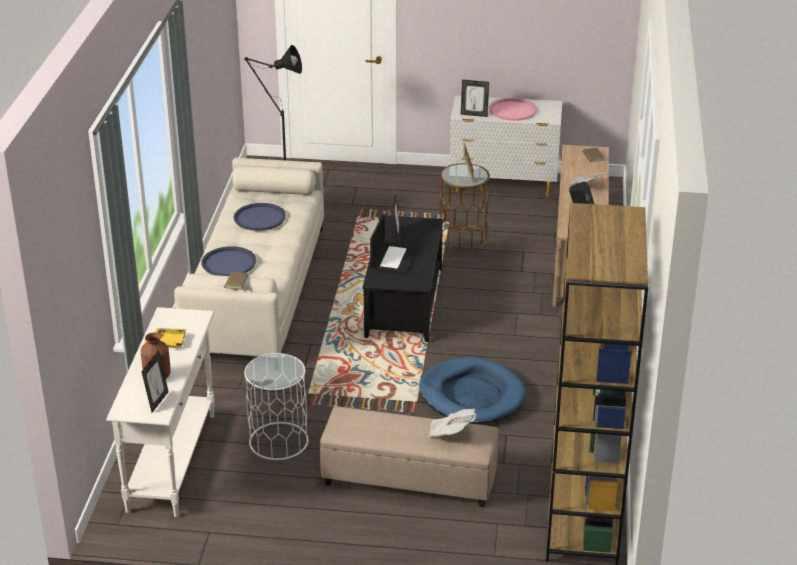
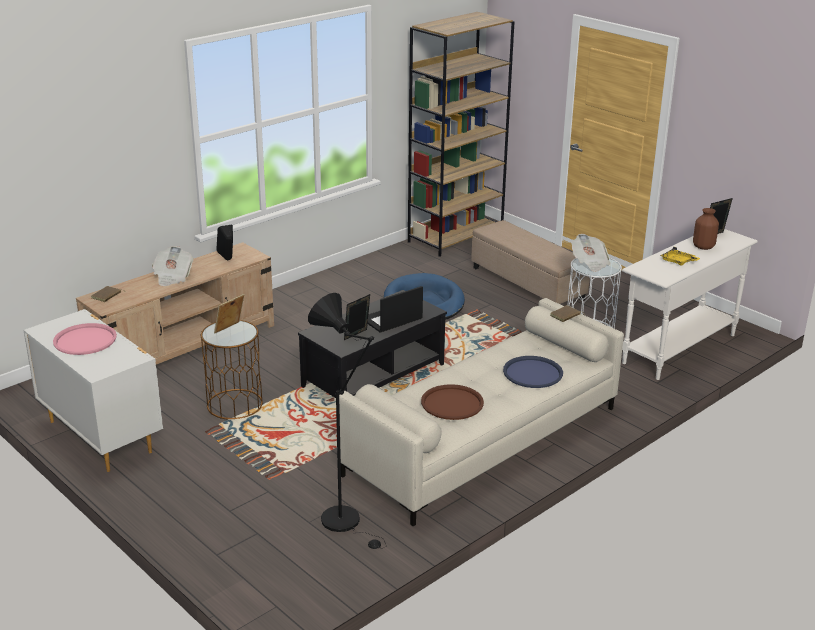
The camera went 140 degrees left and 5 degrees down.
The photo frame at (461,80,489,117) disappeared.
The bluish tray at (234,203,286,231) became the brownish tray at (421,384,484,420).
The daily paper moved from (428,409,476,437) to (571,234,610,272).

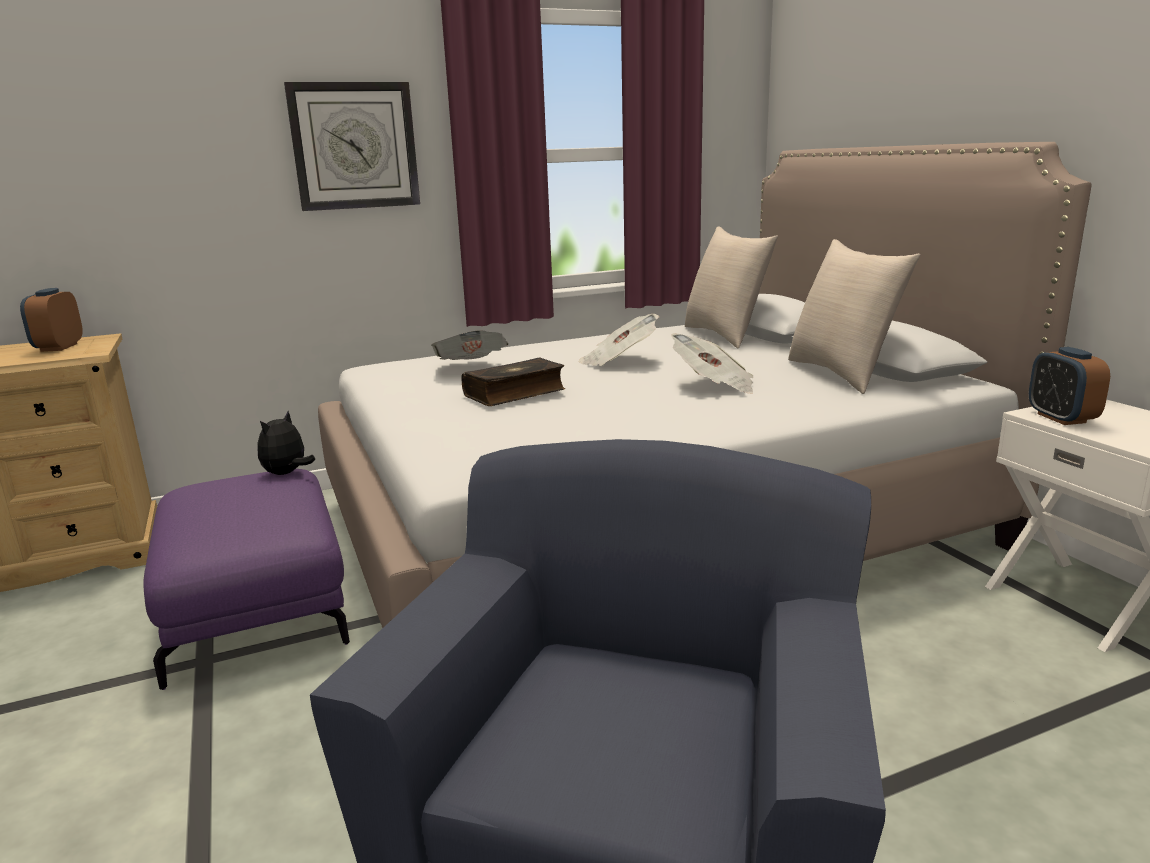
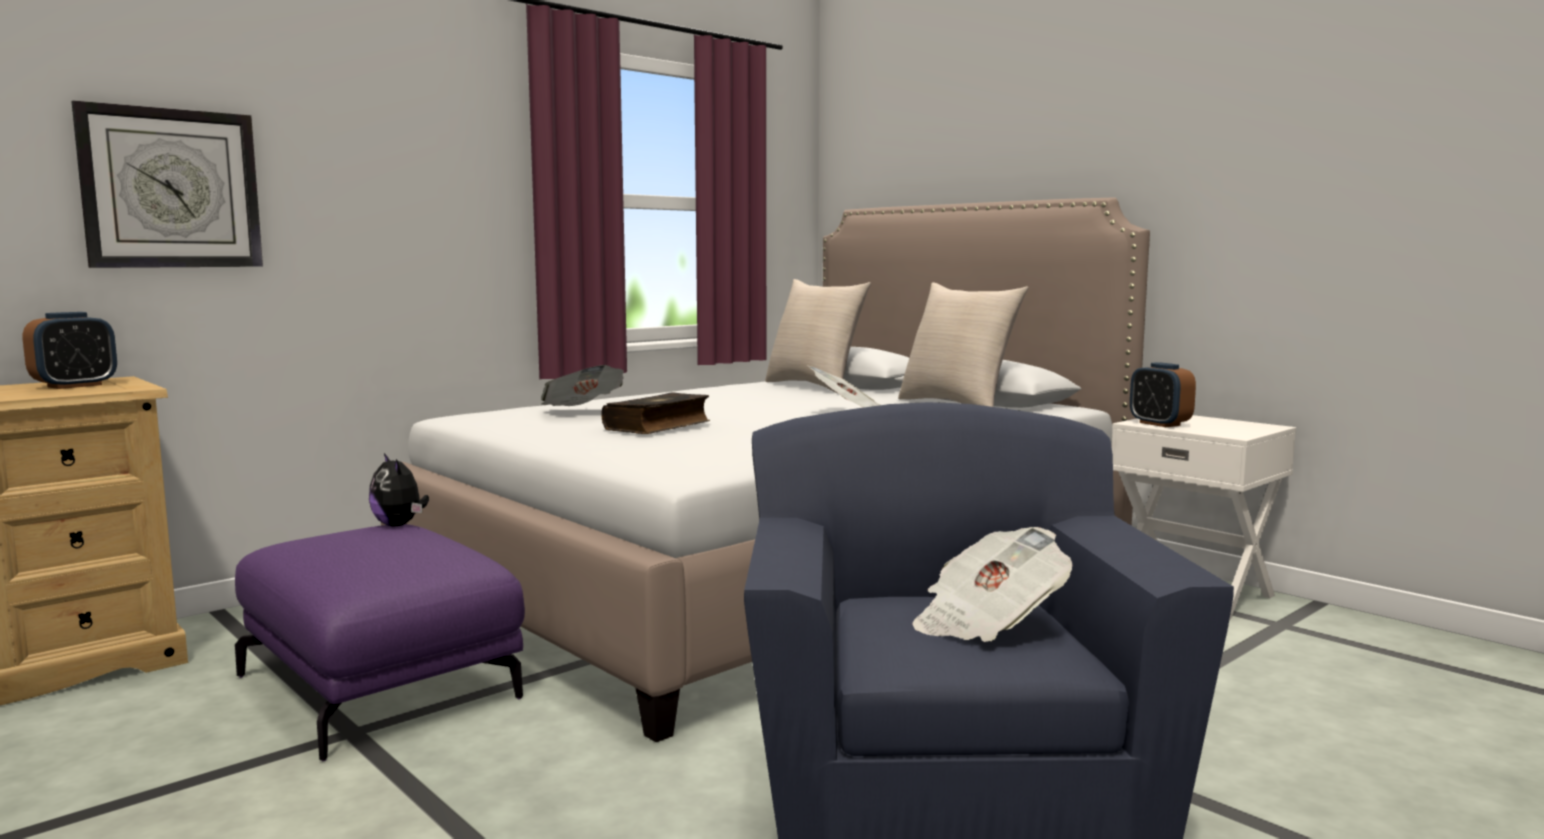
The camera went 20 degrees left and 10 degrees down.
The hanging clock moved from (284,82,420,211) to (72,100,263,268).
The bedside clock at (20,288,83,352) turned 120 degrees counterclockwise.
The daily paper moved from (579,314,659,366) to (912,527,1072,642).
The cuddly toy at (257,411,315,475) turned 45 degrees counterclockwise.

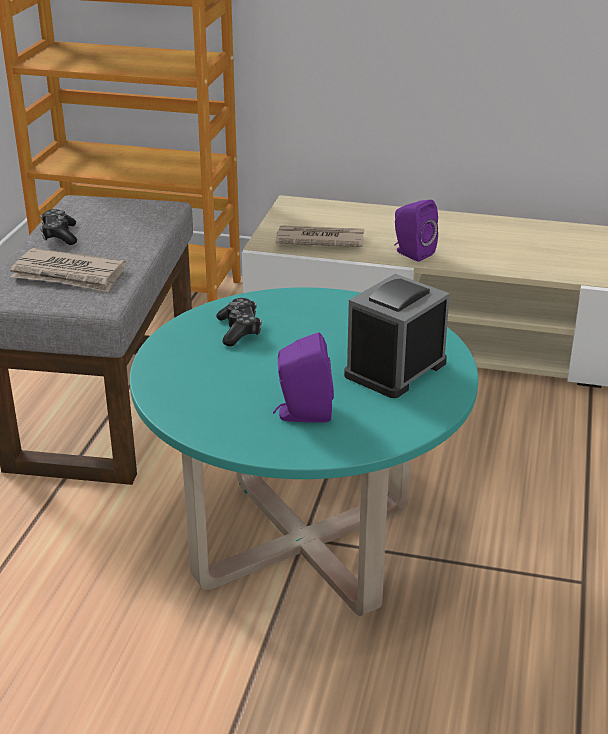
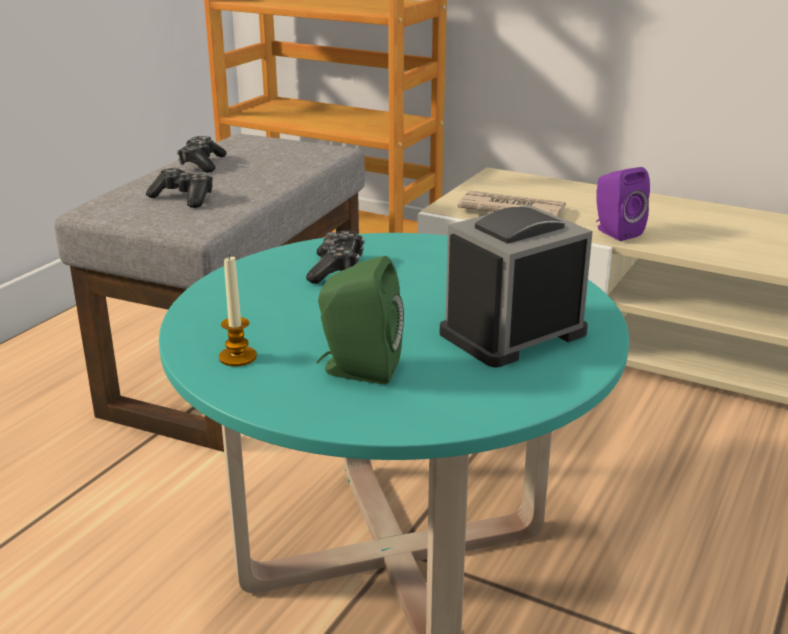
The camera went 15 degrees right and 5 degrees down.
The daily paper at (10,248,126,292) was replaced by the gamepad at (146,168,213,208).
The purple-coloured loudspeaker at (273,332,334,423) became the greenish loudspeaker at (316,256,404,384).
The wax light at (219,255,257,366) appeared.

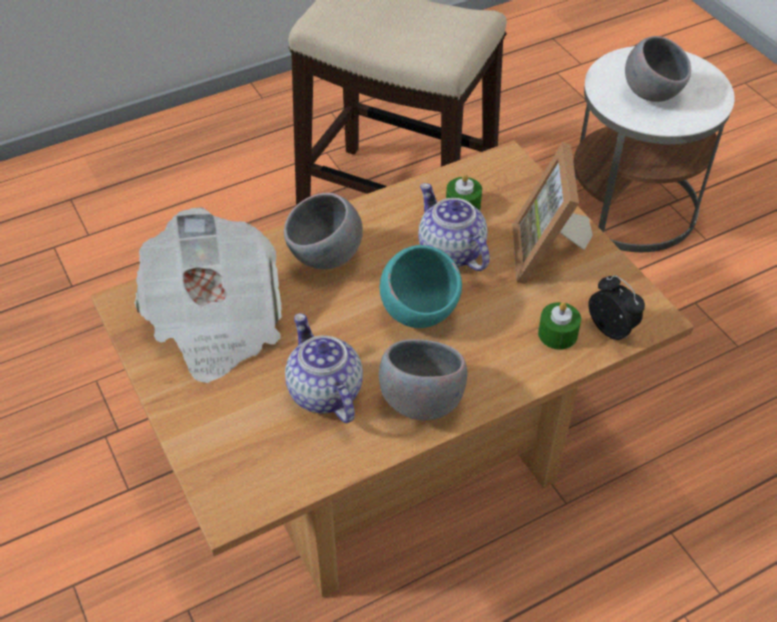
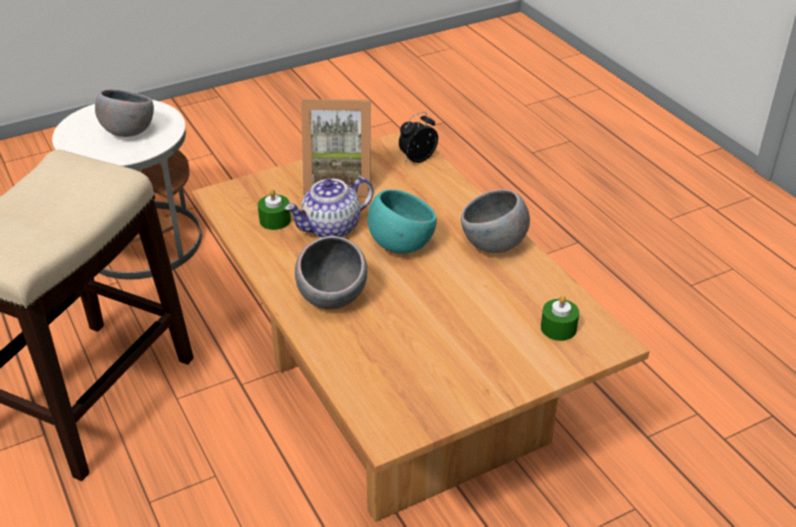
The camera went 90 degrees left and 10 degrees down.
The daily paper at (134,208,282,383) disappeared.
The greenish wax light moved from (538,302,581,350) to (541,295,579,341).
The teapot at (285,313,363,423) disappeared.

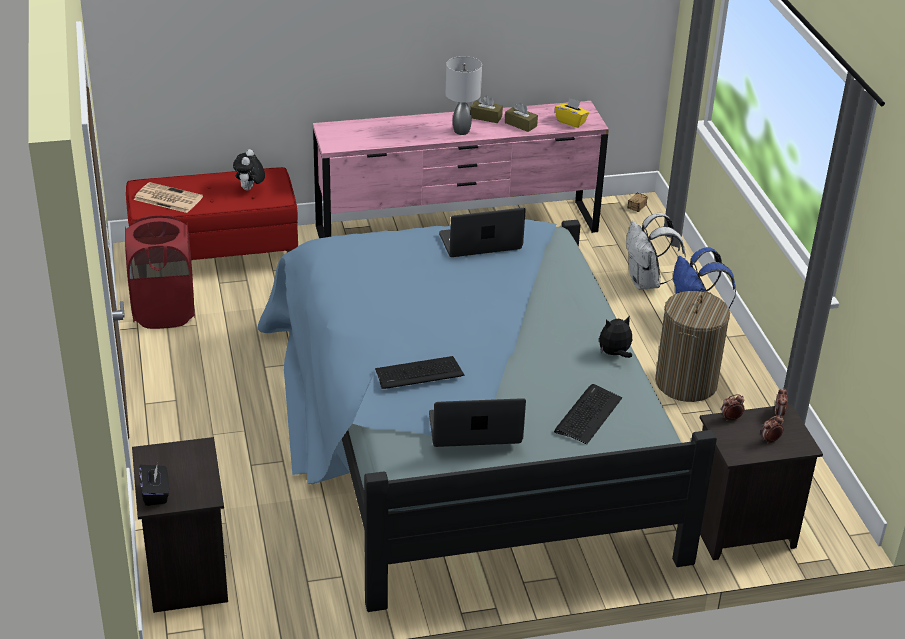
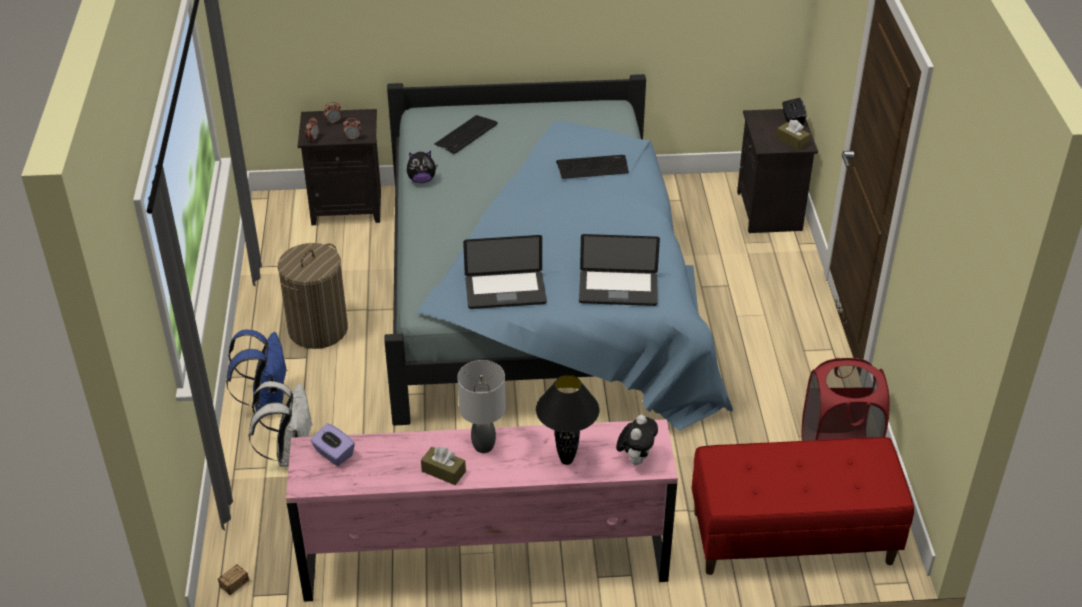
The camera went 170 degrees left and 5 degrees up.
The yellow-coloured tissue holder at (555,98,589,128) became the purple-coloured tissue holder at (310,423,355,466).
The brownish tissue holder moved from (505,103,538,132) to (776,120,810,150).
The cuddly toy moved from (233,149,265,191) to (616,415,658,465).
The daily paper at (134,182,203,213) disappeared.
The portable computer moved from (429,398,526,447) to (579,234,660,306).
The black-coloured table lamp at (536,375,600,465) appeared.

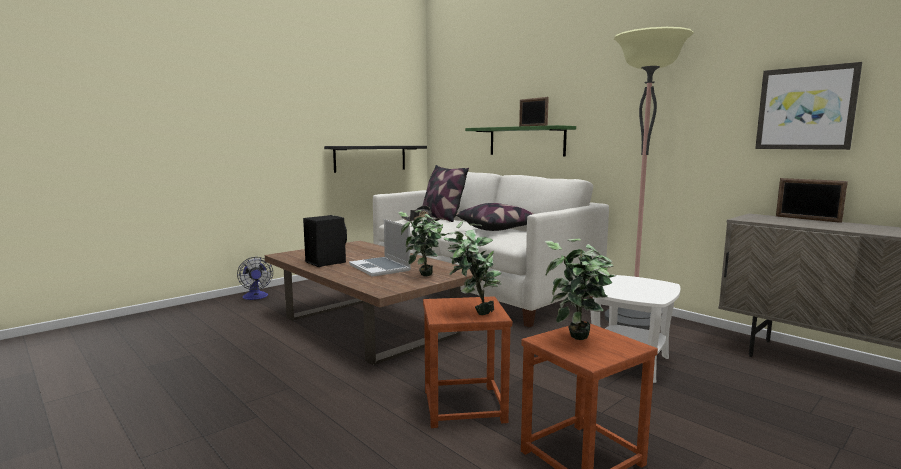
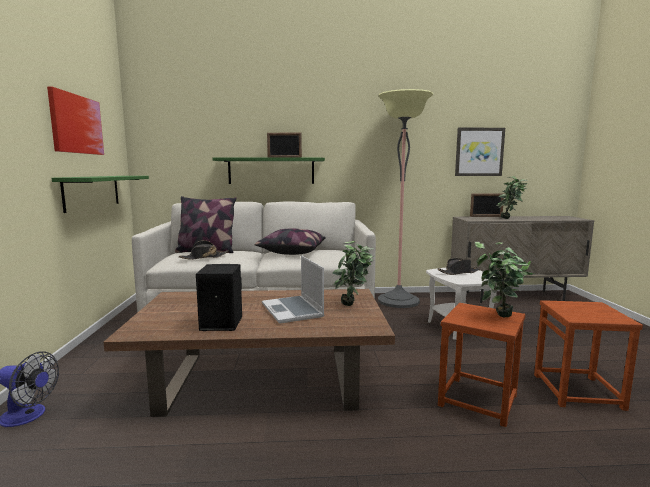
The camera went 50 degrees left and 0 degrees up.
The black-coloured wall shelf at (324,146,427,173) became the greenish wall shelf at (52,176,149,213).
The portable computer at (349,219,411,277) turned 60 degrees clockwise.
The potted plant moved from (545,238,615,340) to (496,176,528,219).
The wall picture at (47,87,104,155) appeared.
The black-coloured wearable hat at (437,258,480,275) appeared.

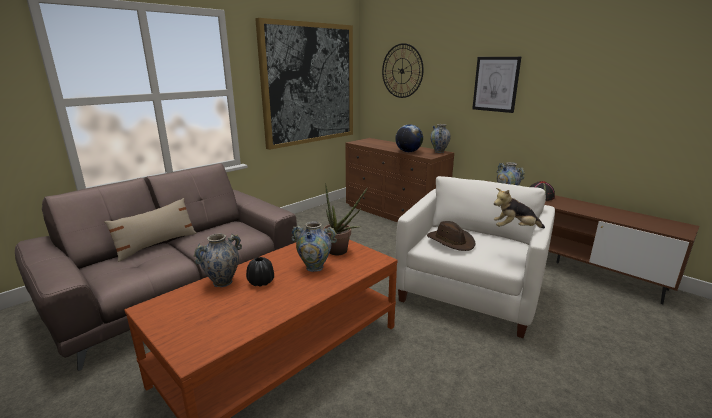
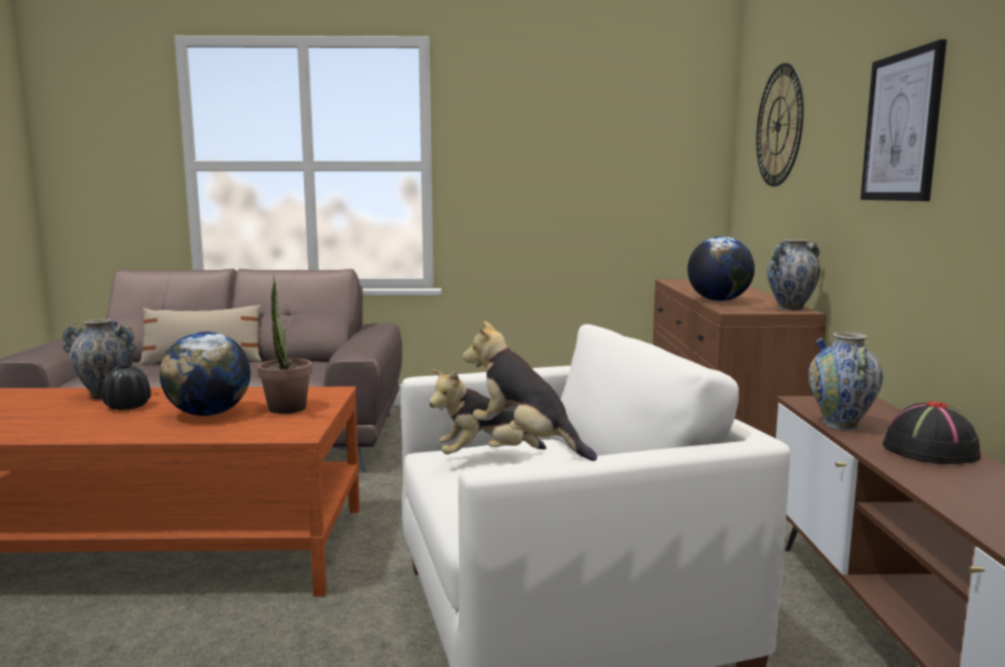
The camera went 45 degrees right and 10 degrees down.
The wall picture at (255,18,353,150) disappeared.
The flower vase at (291,221,337,272) was replaced by the desk globe at (160,331,250,416).
The brownish wearable hat at (427,221,475,251) was replaced by the cuddly toy at (429,369,546,454).

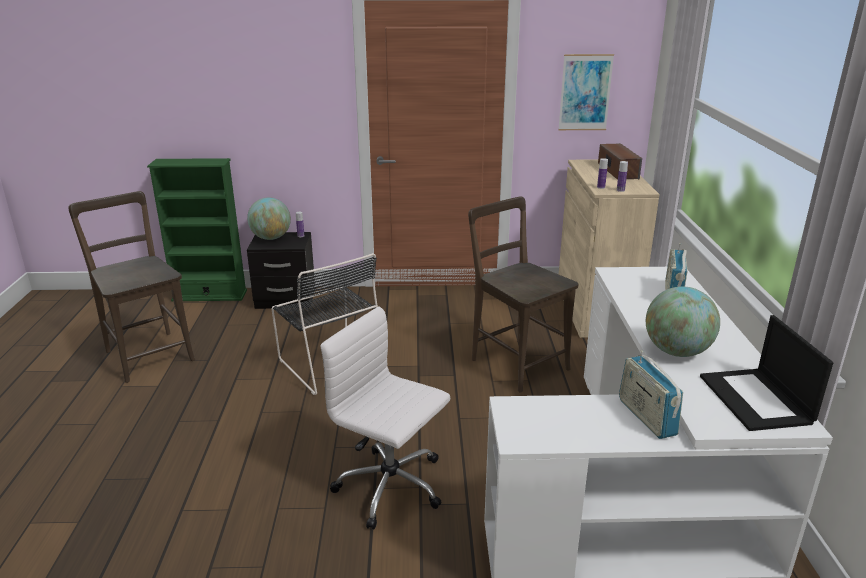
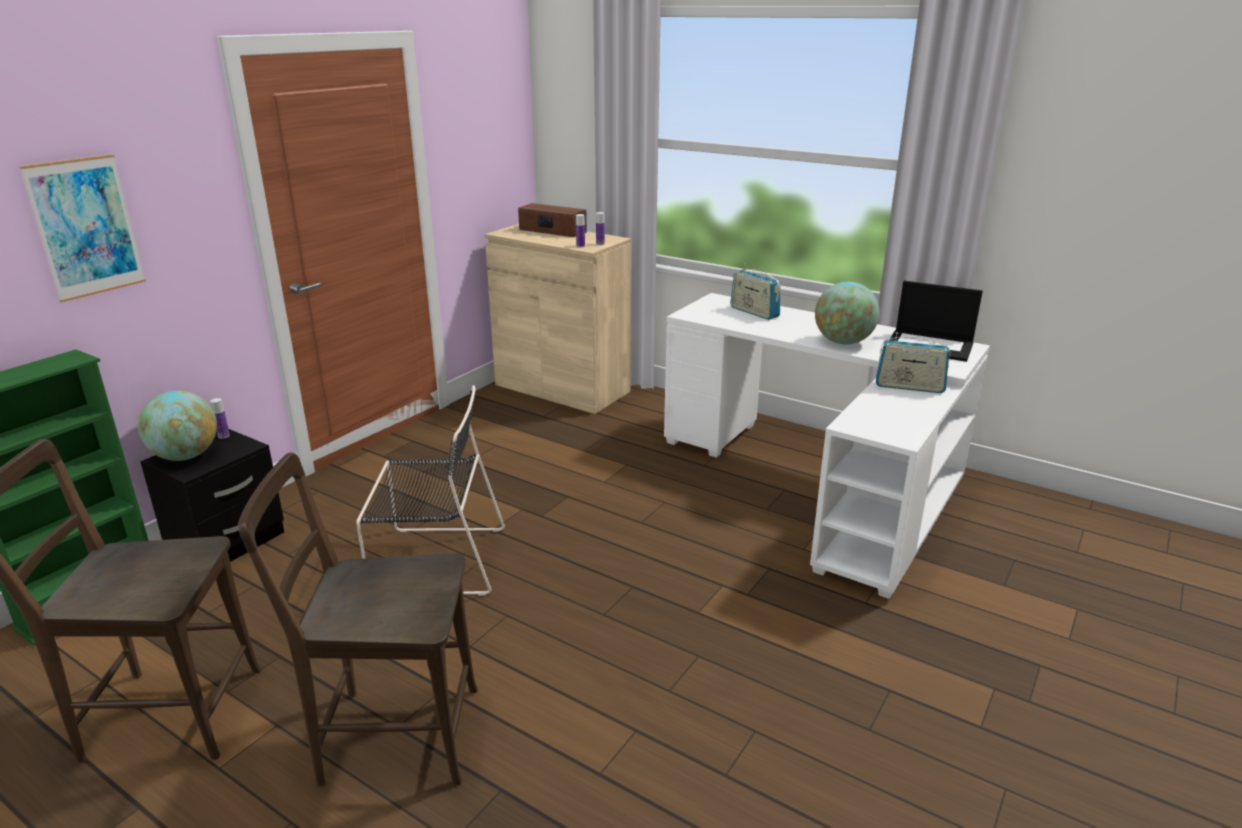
The camera went 55 degrees left and 0 degrees up.
The wall picture moved from (558,54,614,130) to (19,154,146,303).
The brownish plain chair moved from (468,197,579,393) to (238,453,478,787).
The white computer chair at (320,306,450,529) disappeared.

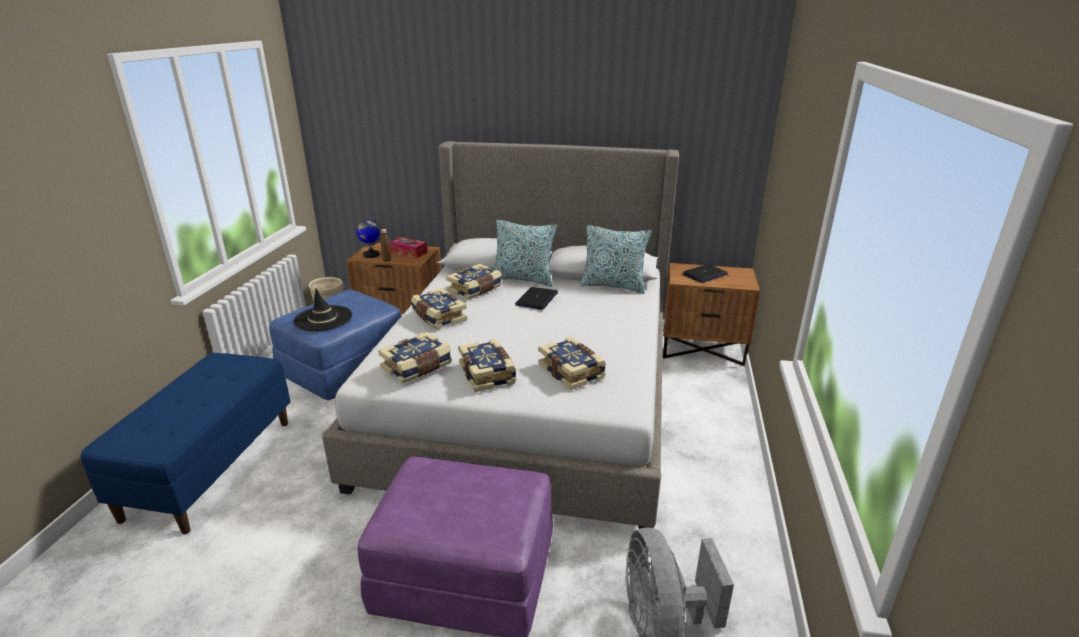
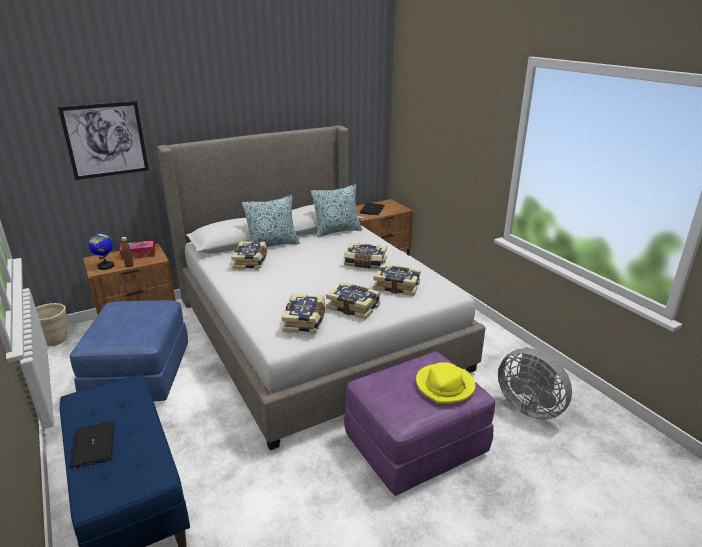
The camera went 40 degrees left and 0 degrees up.
The portable computer moved from (515,287,558,310) to (69,421,115,469).
The black-coloured wearable hat at (293,288,352,331) disappeared.
The volume moved from (411,288,467,329) to (344,243,387,269).
The wall picture at (58,101,149,180) appeared.
The yellow-coloured wearable hat at (416,362,476,404) appeared.

